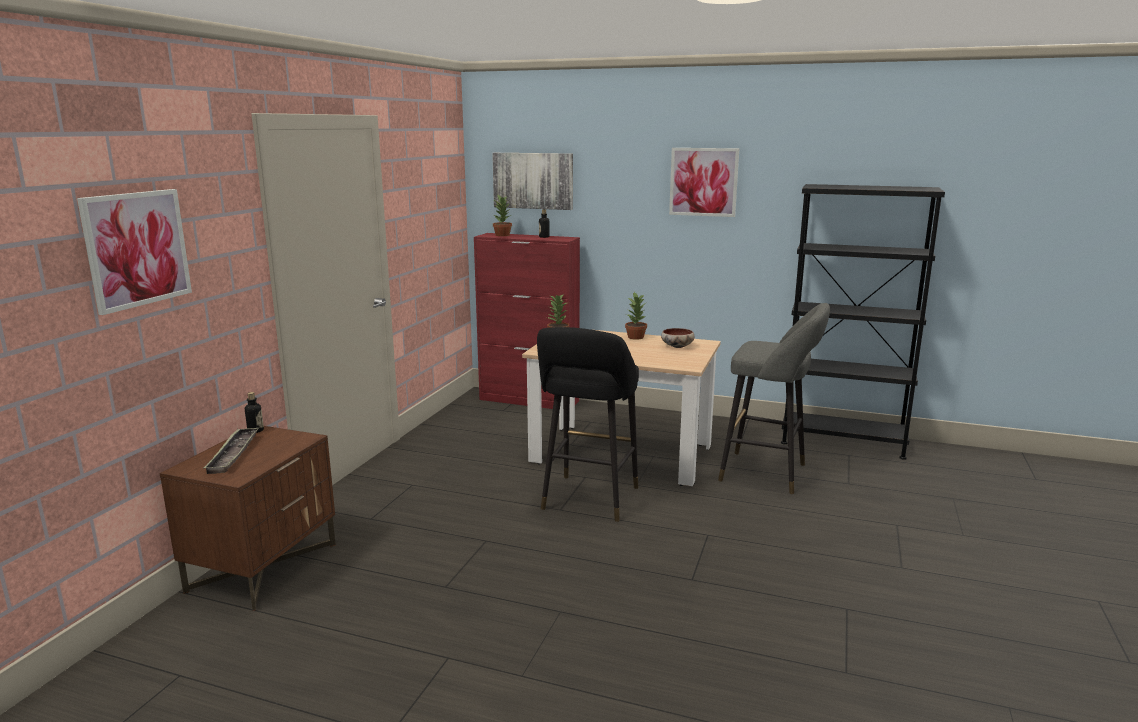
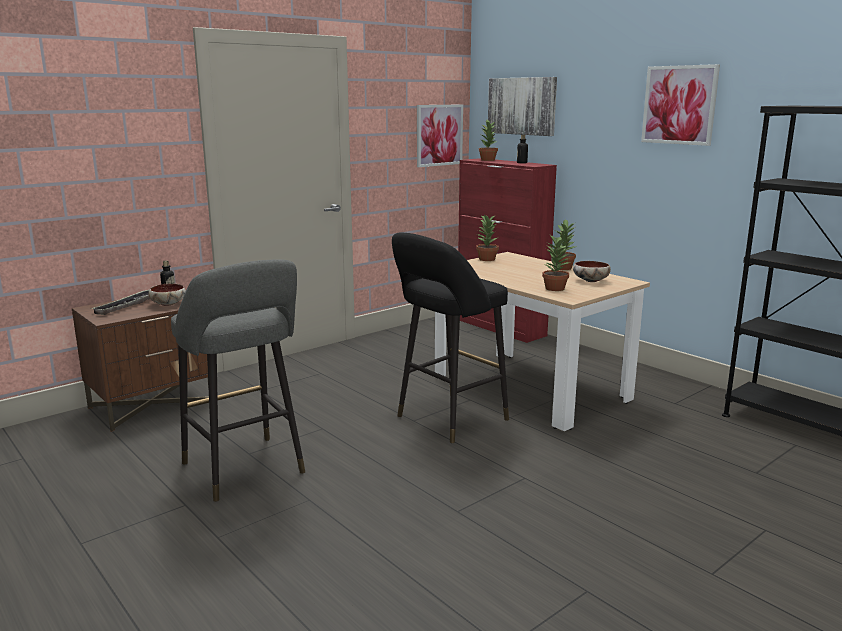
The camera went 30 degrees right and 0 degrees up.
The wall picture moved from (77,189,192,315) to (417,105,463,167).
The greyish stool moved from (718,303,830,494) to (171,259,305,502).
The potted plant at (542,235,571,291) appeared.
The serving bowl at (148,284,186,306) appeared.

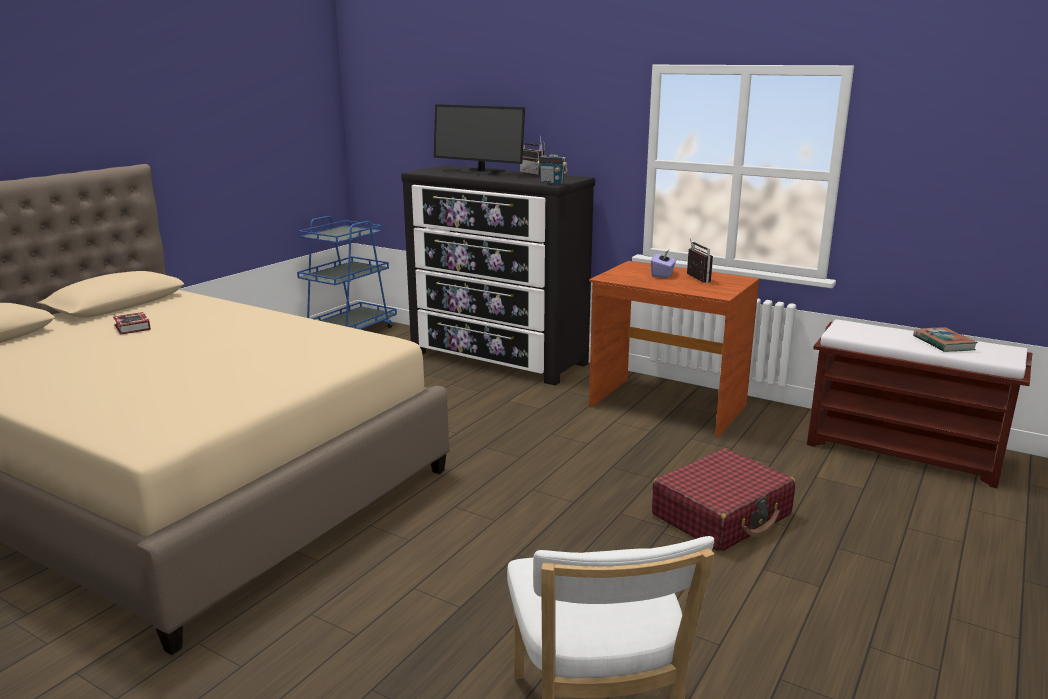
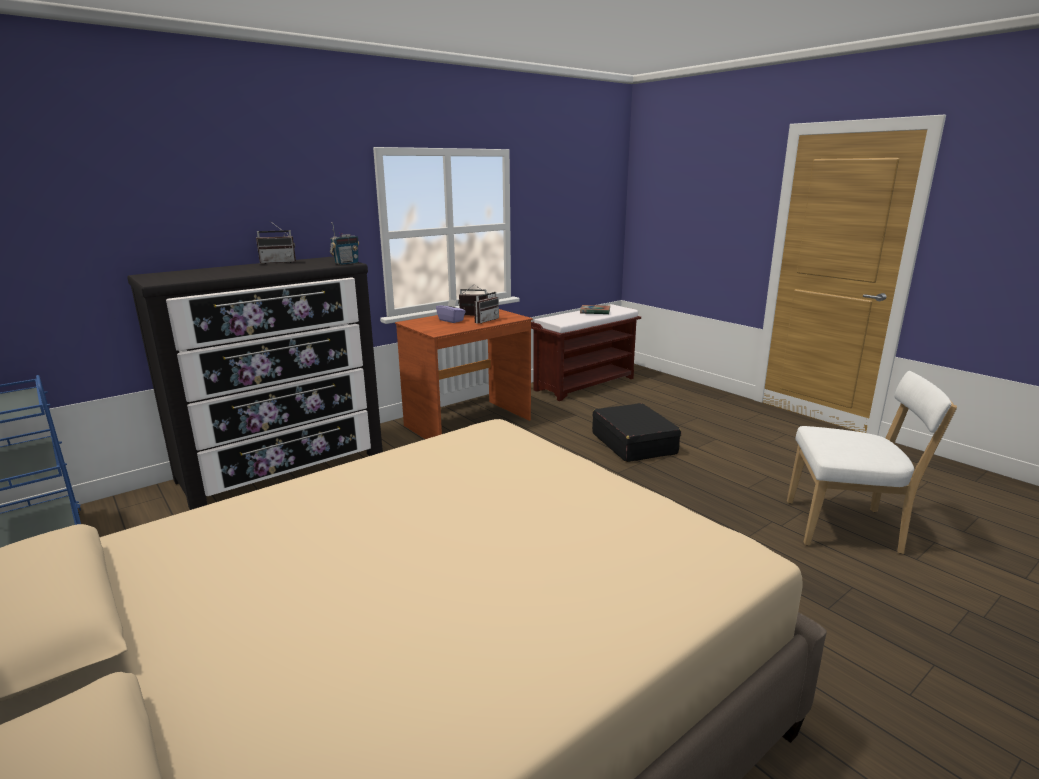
The camera went 70 degrees left and 0 degrees up.
The computer screen at (434,104,525,175) disappeared.
The volume at (113,312,151,335) disappeared.
The red-coloured travel case at (652,448,795,552) became the black-coloured travel case at (592,403,681,462).
The radio receiver at (474,286,499,324) appeared.

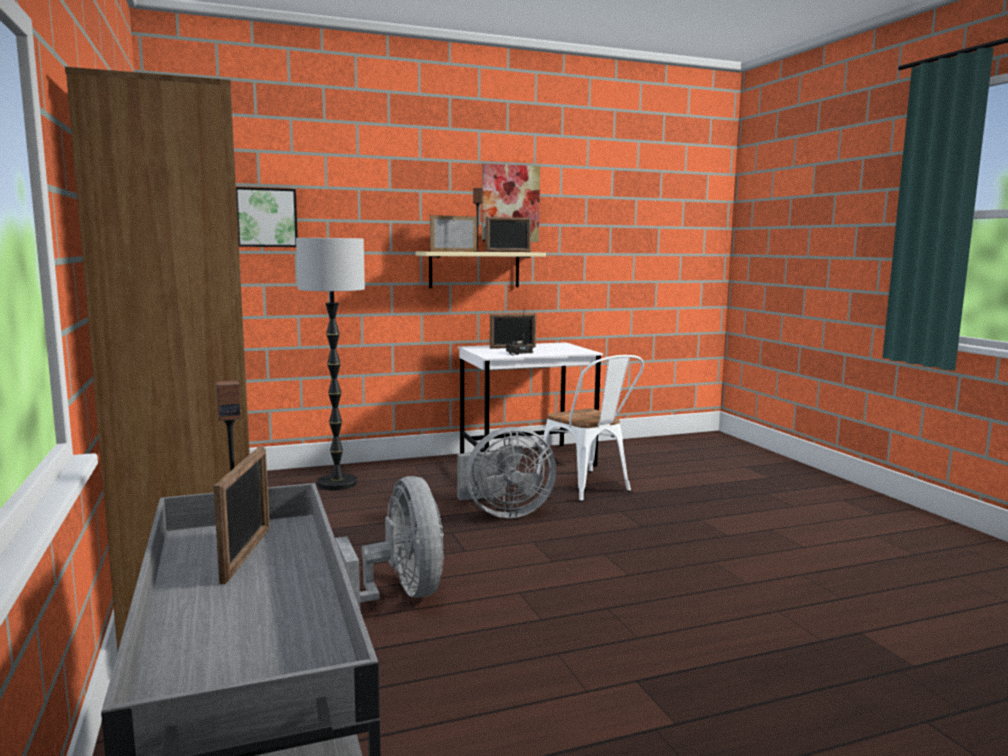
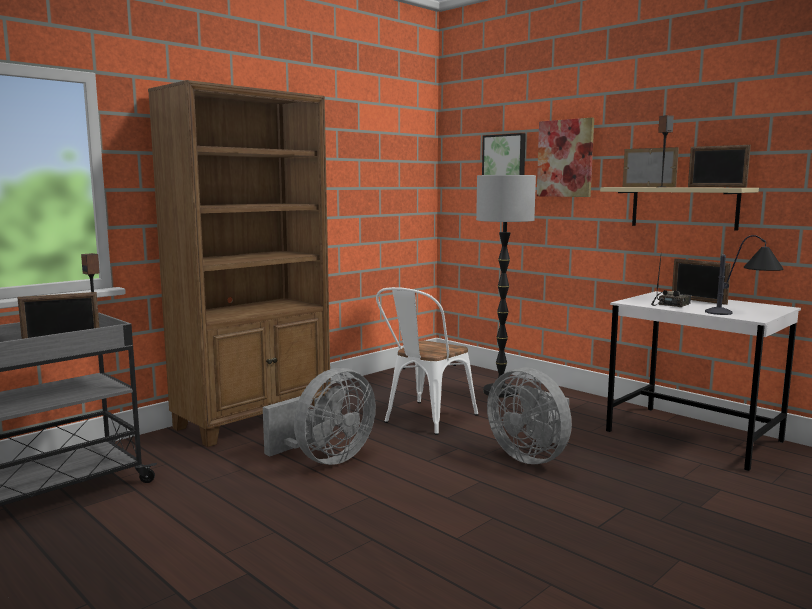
The camera went 65 degrees right and 0 degrees up.
The wall picture moved from (482,163,540,242) to (537,118,594,197).
The white plain chair moved from (537,355,644,502) to (376,287,478,435).
The table lamp at (705,235,783,315) appeared.

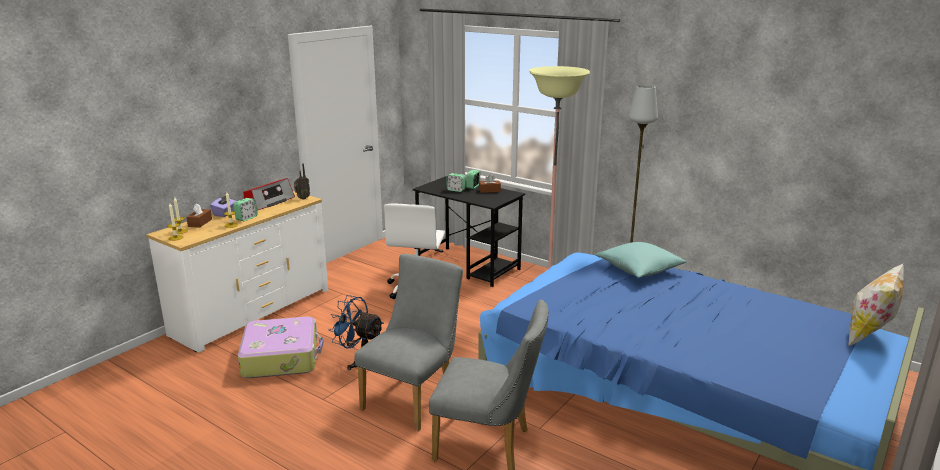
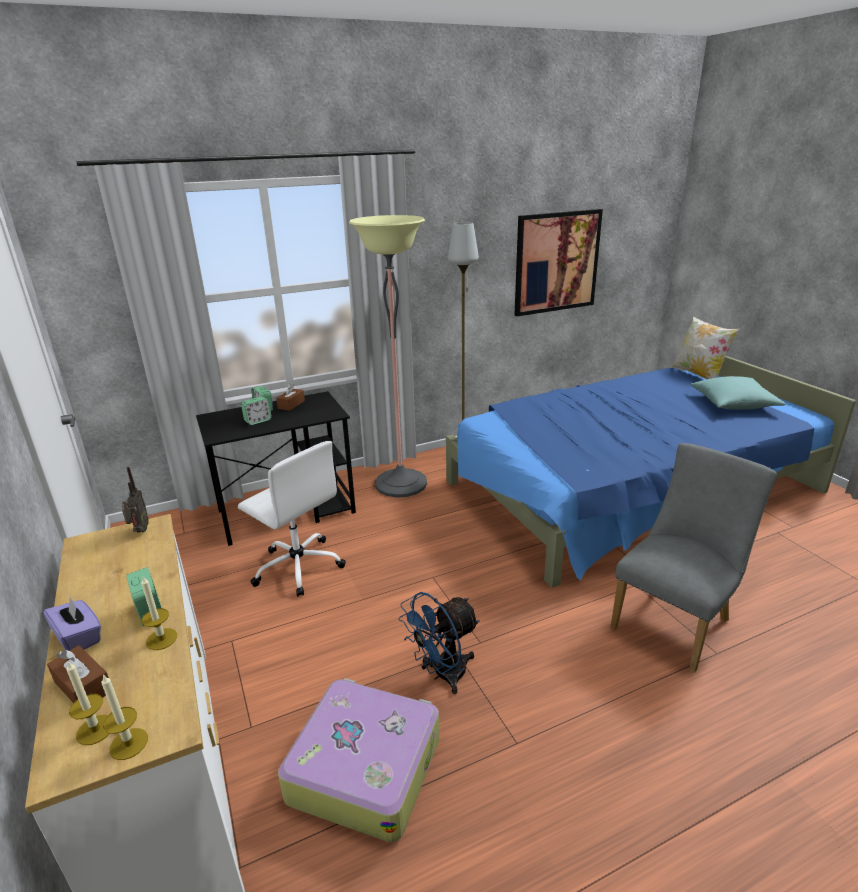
The camera went 60 degrees left and 5 degrees up.
The radio receiver at (243,178,295,210) disappeared.
The turquoise throw pillow moved from (595,242,687,278) to (690,376,786,409).
The greyish plain chair at (354,254,463,431) disappeared.
The wall picture at (515,209,603,316) appeared.

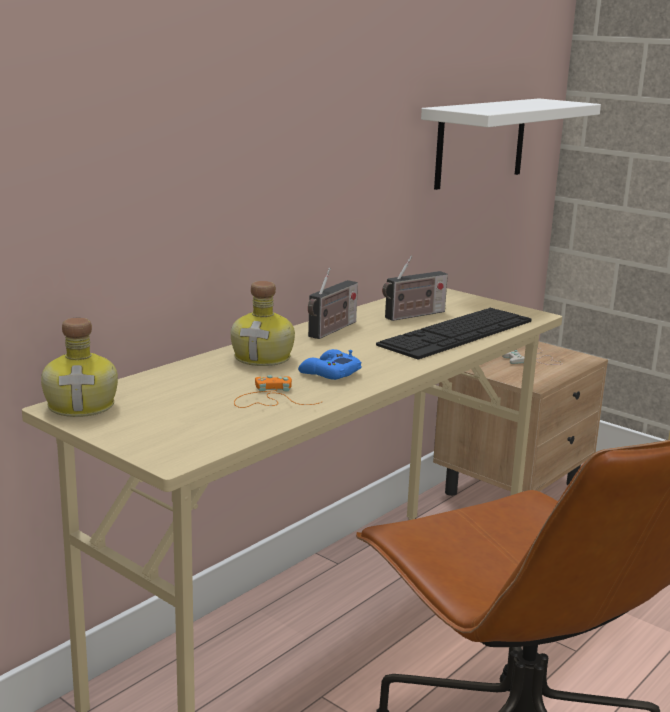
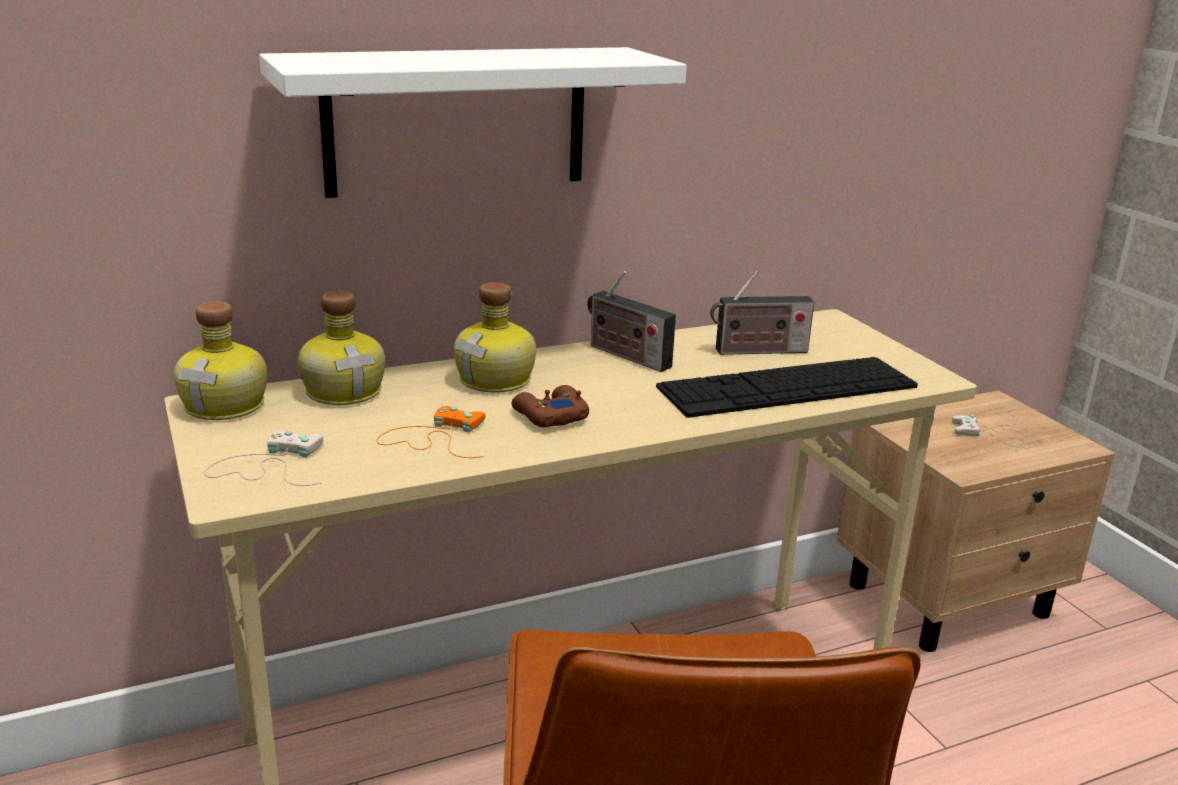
The camera went 25 degrees right and 5 degrees up.
The white wall shelf moved from (421,98,601,190) to (259,47,687,198).
The radio receiver at (308,268,358,339) turned 75 degrees clockwise.
The bluish gamepad at (298,349,361,380) became the brownish gamepad at (512,385,589,427).
The bottle at (298,291,385,405) appeared.
The white gamepad at (204,430,324,486) appeared.

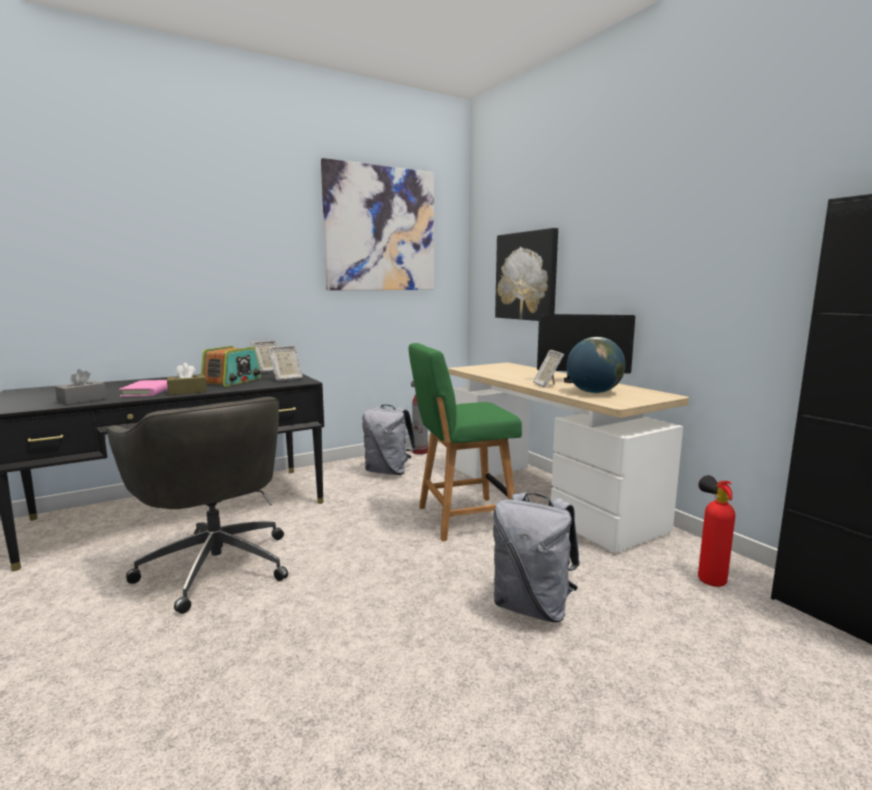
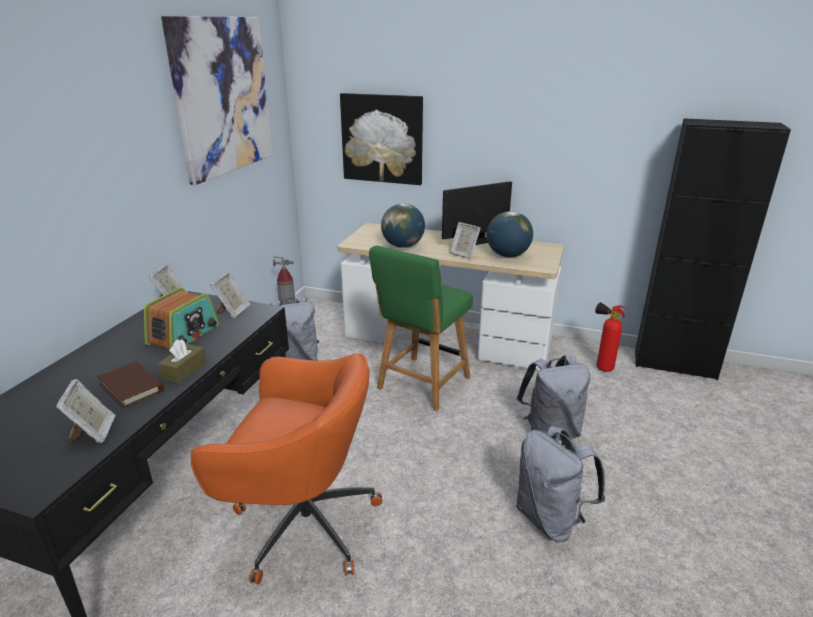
The camera went 40 degrees left and 15 degrees up.
The radio receiver at (201,346,261,387) turned 45 degrees clockwise.
The greyish tissue holder at (55,369,107,405) was replaced by the photo frame at (56,379,116,444).
The pinkish volume at (119,380,168,397) became the brownish volume at (97,362,164,408).
The greyish computer chair at (107,397,288,614) became the orange-coloured computer chair at (191,353,382,584).
The desk globe at (381,203,425,248) appeared.
The greyish rucksack at (516,426,605,542) appeared.

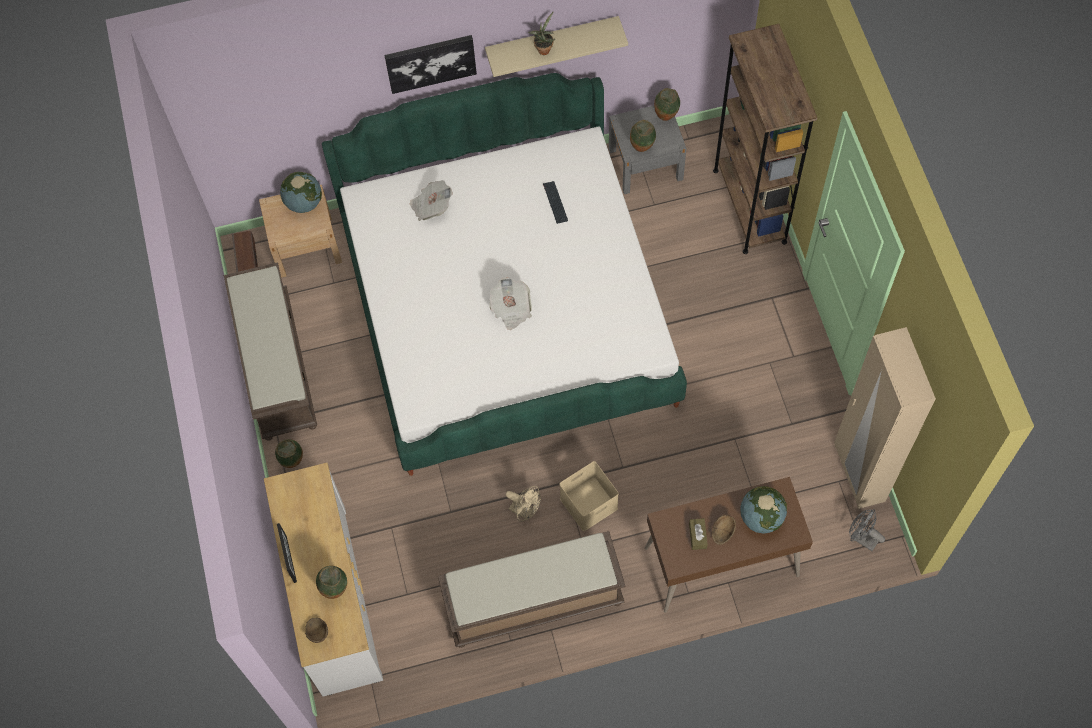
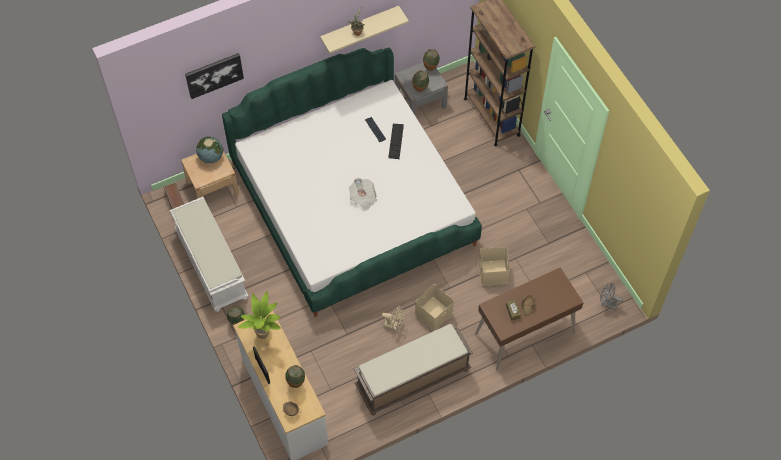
The camera went 15 degrees left and 5 degrees down.
The wall picture moved from (384,35,477,94) to (185,53,244,99).
The daily paper at (410,180,453,221) disappeared.
The brownish long seat at (224,262,317,441) became the white long seat at (169,197,248,312).
The sand-coloured clothes cupboard at (834,327,936,509) disappeared.
The desk globe at (740,486,787,534) disappeared.
The keyboard at (388,124,404,159) appeared.
The sand-coloured storage container at (478,247,510,286) appeared.
The potted plant at (238,291,281,339) appeared.

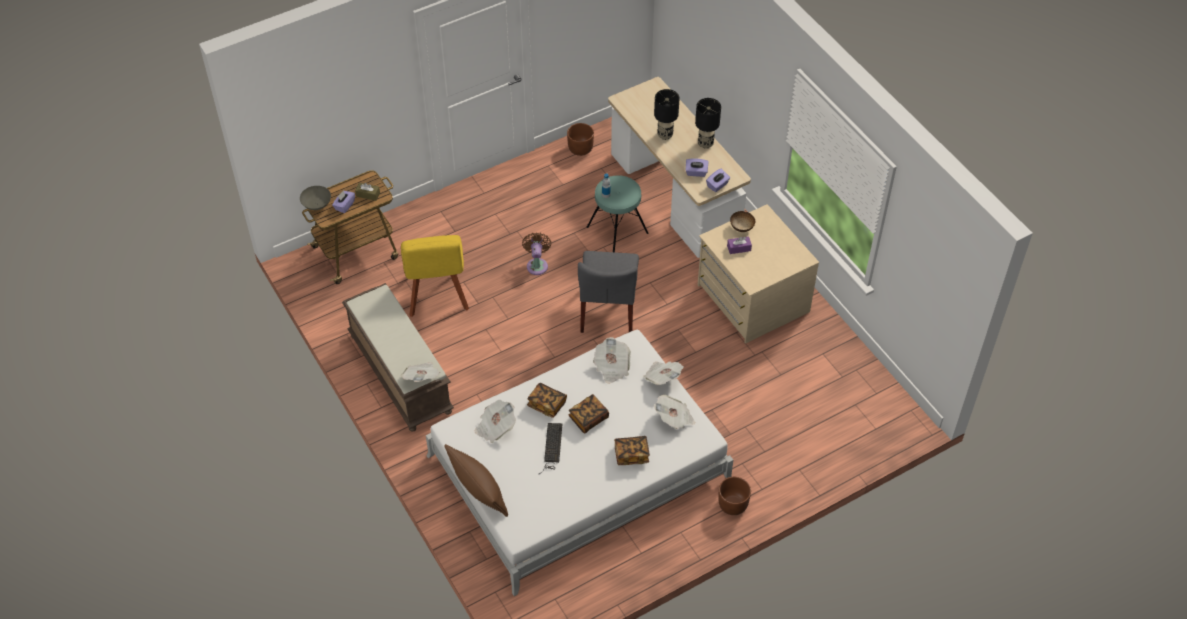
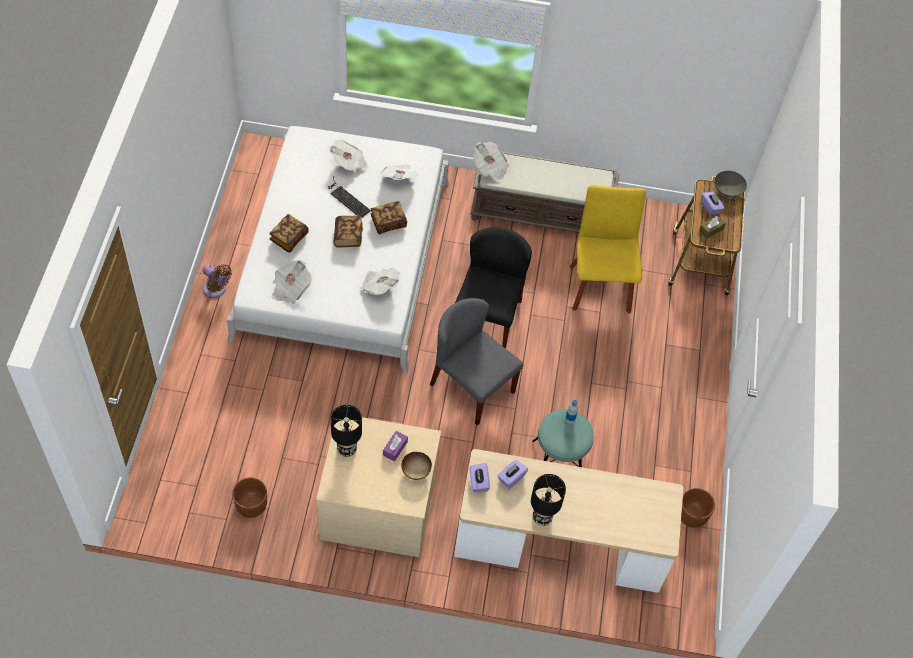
The camera went 125 degrees right and 5 degrees up.
The black-coloured table lamp moved from (654,89,680,140) to (331,405,362,457).
The brownish electric fan moved from (522,232,551,275) to (202,265,232,298).
The yellow-coloured plain chair at (401,235,469,317) turned 60 degrees clockwise.
The daily paper moved from (643,361,684,385) to (329,140,369,171).
The brownish throw pillow at (444,444,508,517) disappeared.
The brownish flower pot moved from (718,477,751,515) to (232,477,267,518).
The black-coloured plain chair at (455,227,532,349) appeared.

